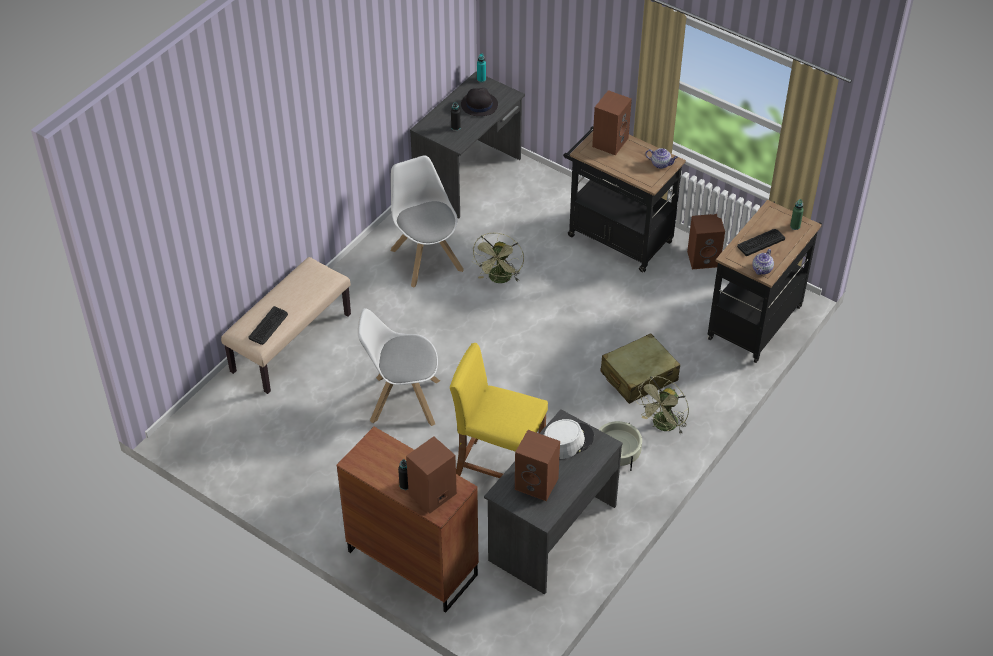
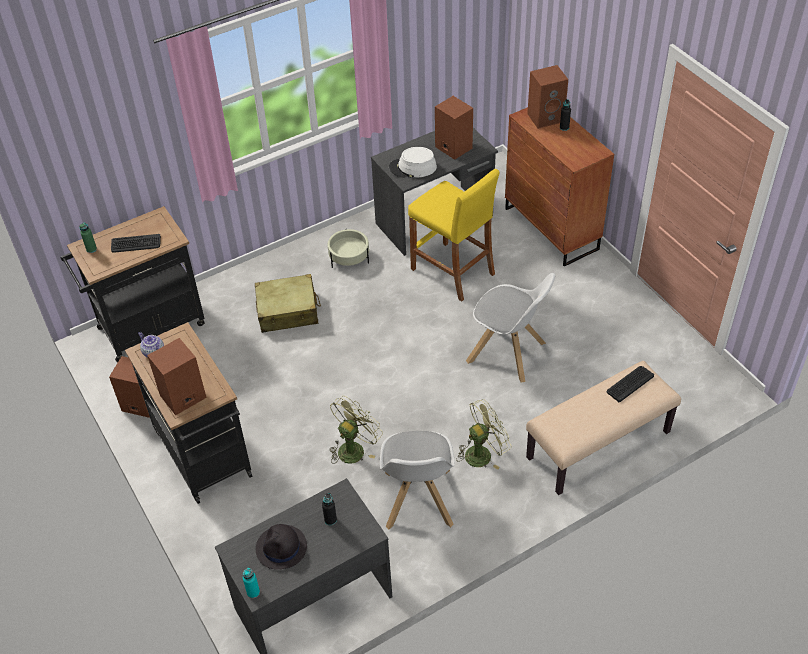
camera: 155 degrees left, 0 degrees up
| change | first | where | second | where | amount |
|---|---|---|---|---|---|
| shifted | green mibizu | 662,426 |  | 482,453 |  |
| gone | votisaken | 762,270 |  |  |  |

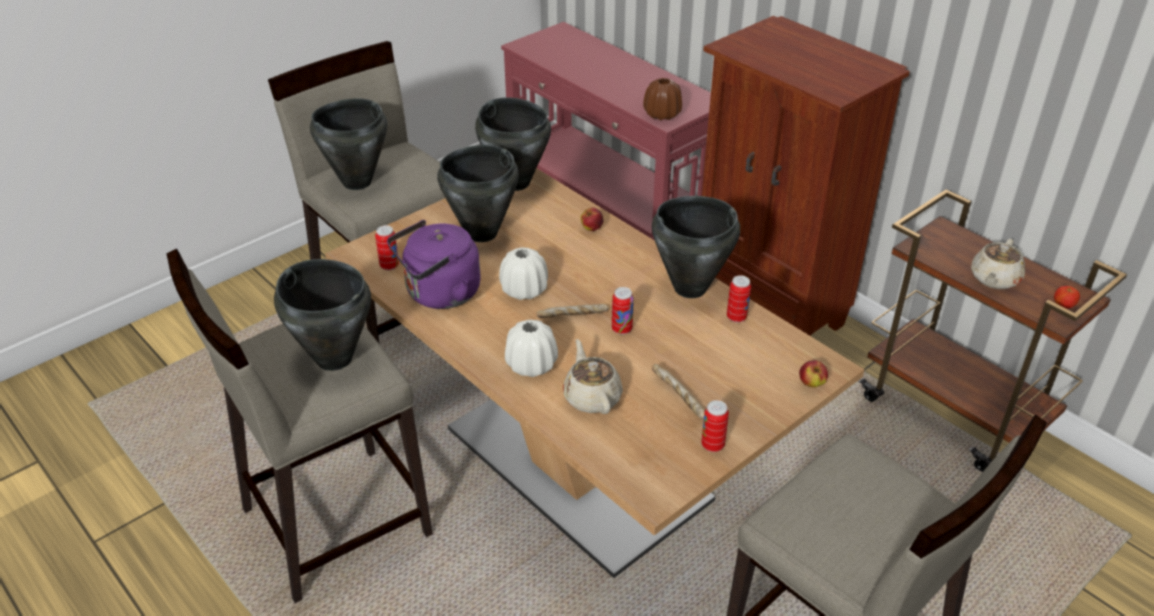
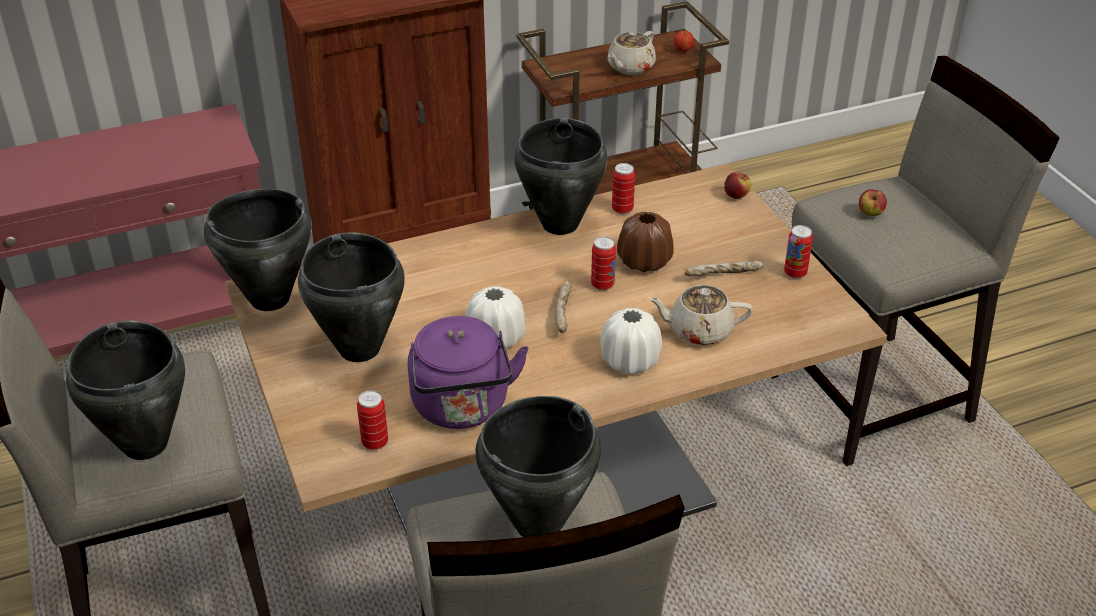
camera: 70 degrees left, 0 degrees up
| change | first | where | second | where | amount |
|---|---|---|---|---|---|
| rotated | beige votisaken | 994,279 |  | 630,67 | 75 degrees clockwise |
| shifted | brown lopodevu | 662,114 |  | 644,261 |  |
| shifted | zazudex | 591,228 |  | 870,213 |  |

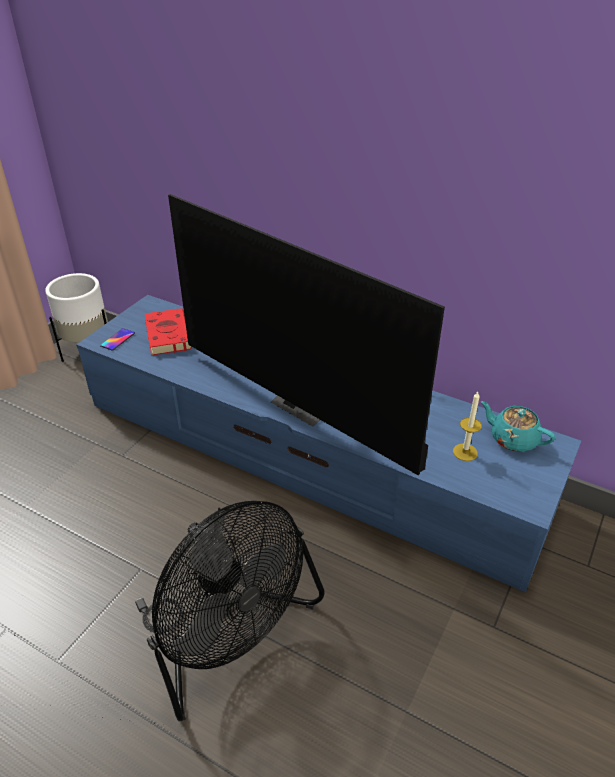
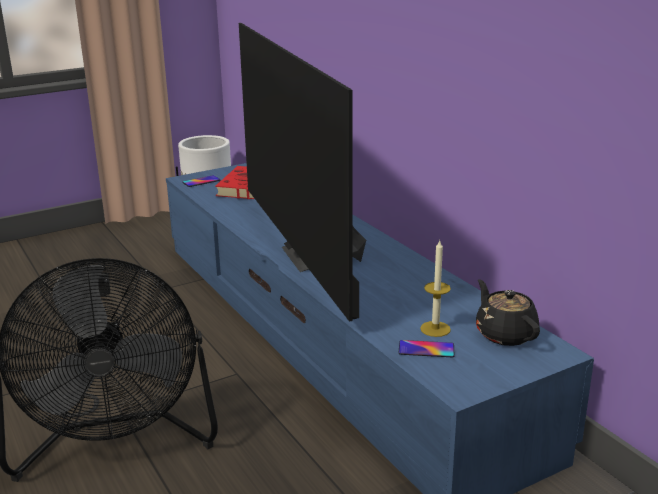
camera: 30 degrees right, 15 degrees down
| change | first | where | second | where | amount |
|---|---|---|---|---|---|
| new |  |  | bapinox | 426,349 |  |
| repainted | turquoise votisaken | 512,439 | black votisaken | 505,334 |  |

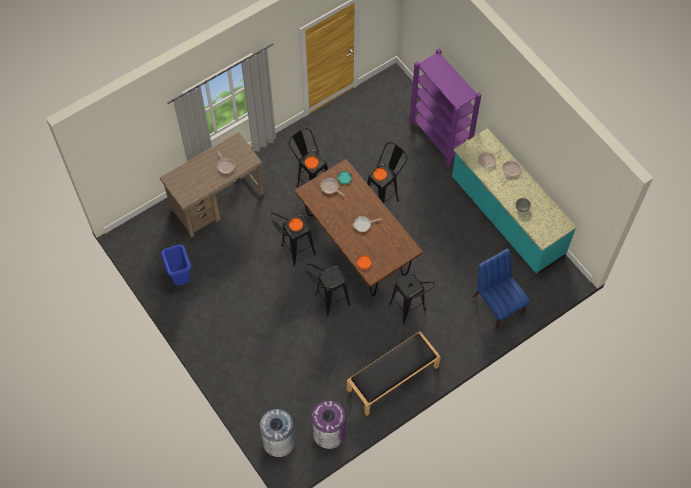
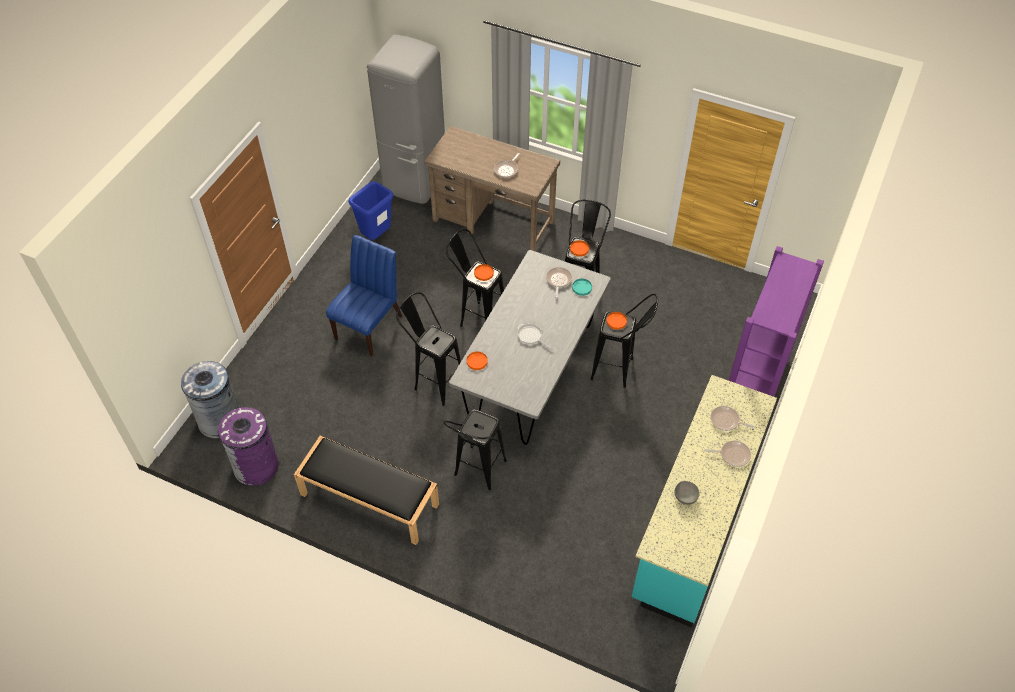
camera: 60 degrees right, 10 degrees down
| change | first | where | second | where | amount |
|---|---|---|---|---|---|
| shifted | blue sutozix | 498,305 |  | 369,328 |  |
| new |  |  | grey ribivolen | 414,183 |  |
| repainted | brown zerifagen | 358,245 | grey zerifagen | 532,375 |  |

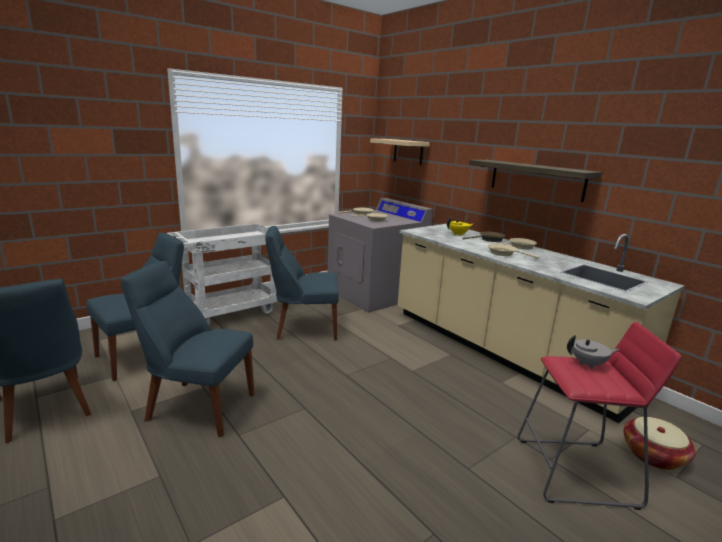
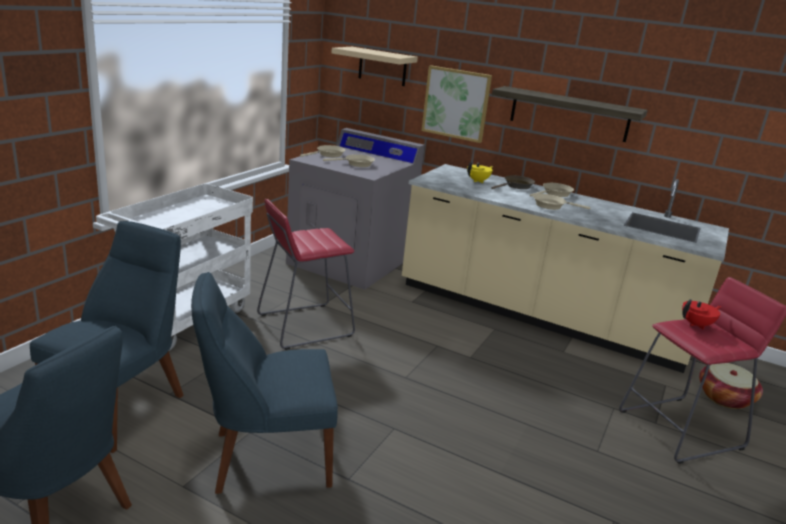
camera: 25 degrees left, 5 degrees up
| change | first | where | second | where | amount |
|---|---|---|---|---|---|
| swapped | blue sutozix | 303,329 | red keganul | 304,325 |  |
| new |  |  | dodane | 456,103 |  |
| repainted | grey votisaken | 588,364 | red votisaken | 697,325 |  |

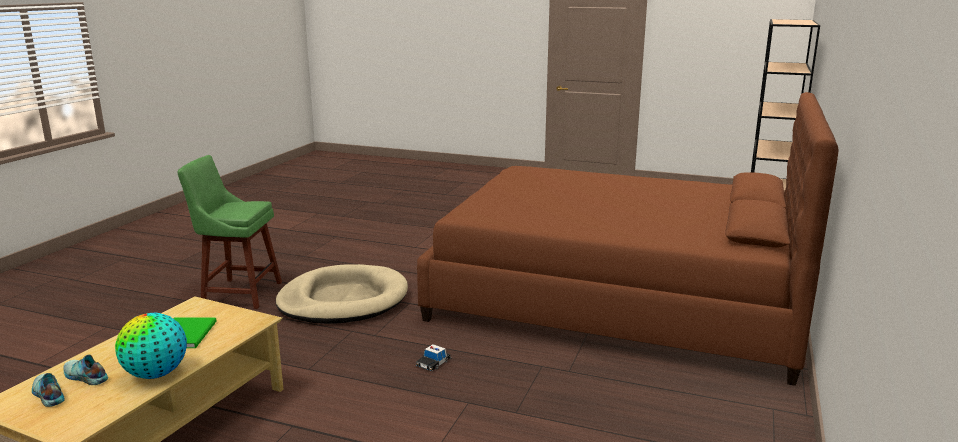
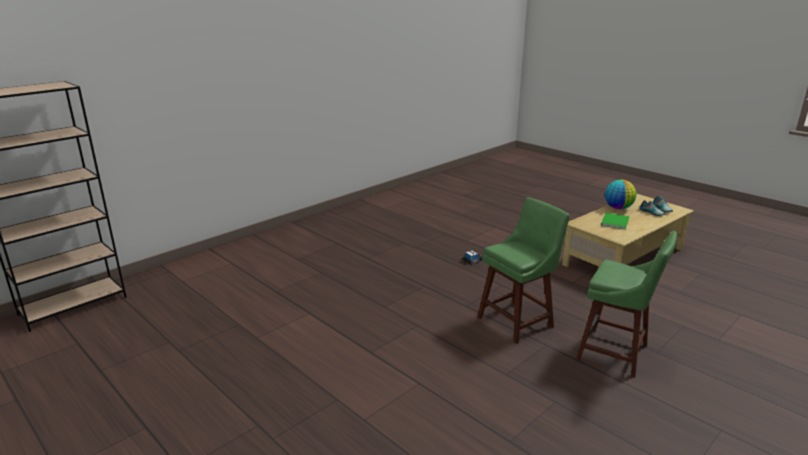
camera: 155 degrees left, 5 degrees up
| change | first | where | second | where | amount |
|---|---|---|---|---|---|
| swapped | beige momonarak | 343,300 | green sutozix | 518,321 |  |
| gone | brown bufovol | 617,298 |  |  |  |

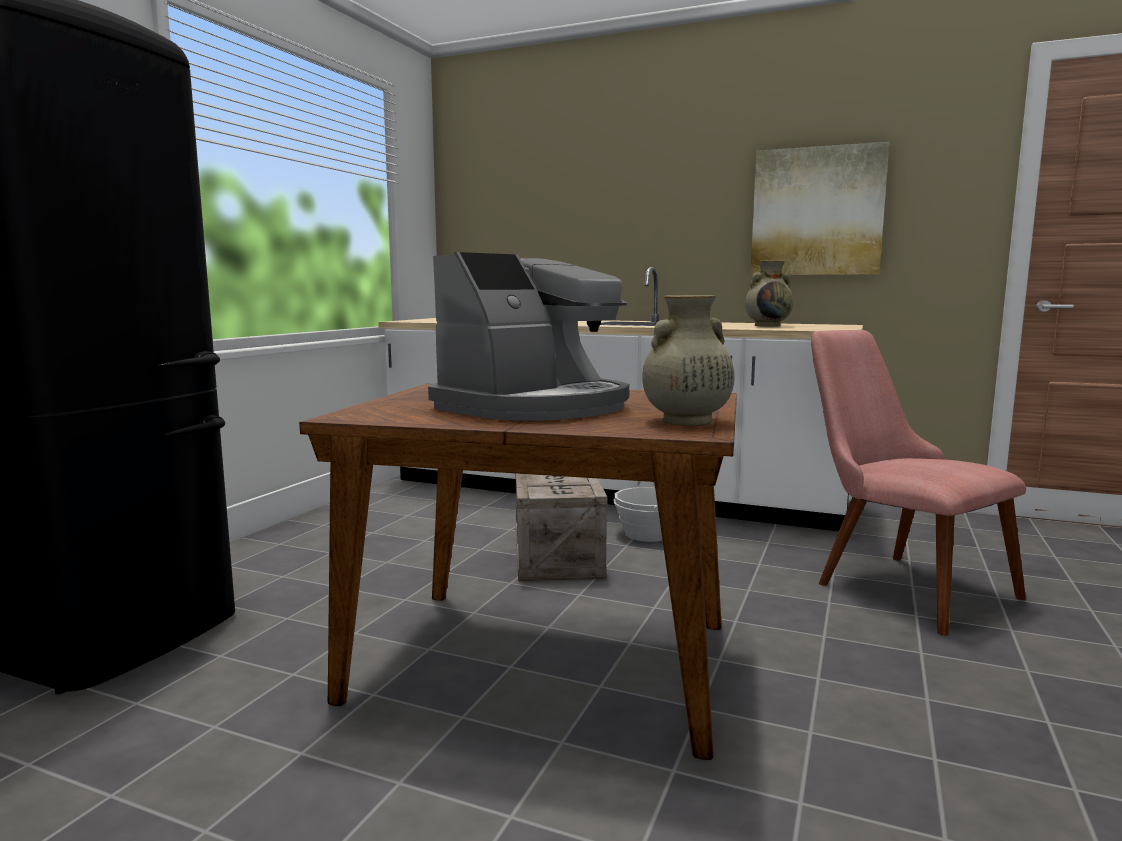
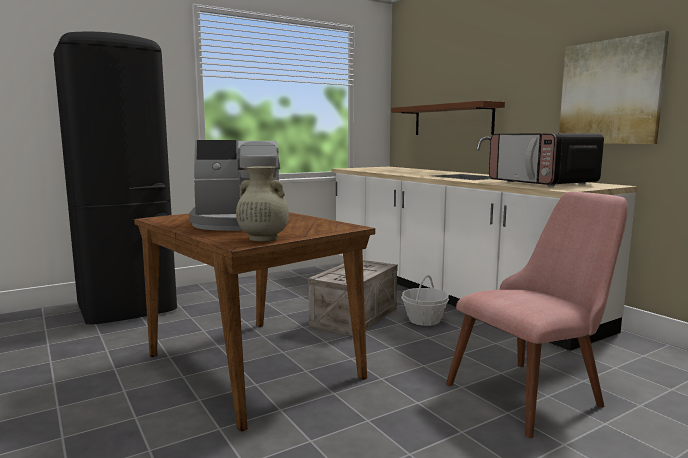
camera: 35 degrees right, 0 degrees up
| change | first | where | second | where | amount |
|---|---|---|---|---|---|
| new |  |  | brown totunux | 452,120 |  |
| rotated | pink sutozix | 895,583 |  | 536,390 | 60 degrees clockwise |
| swapped | beige lopodevu | 768,325 | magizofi | 542,183 |  |

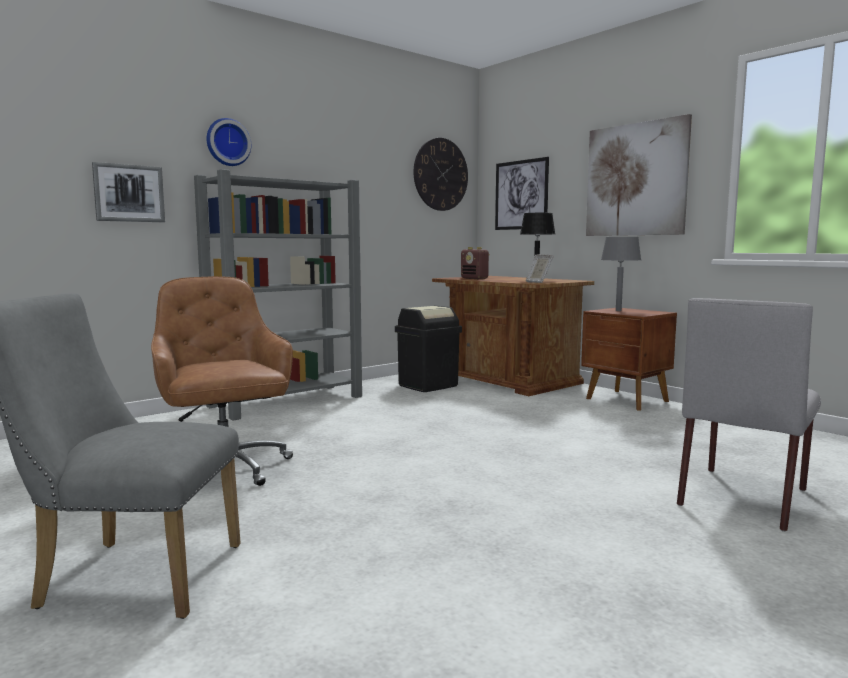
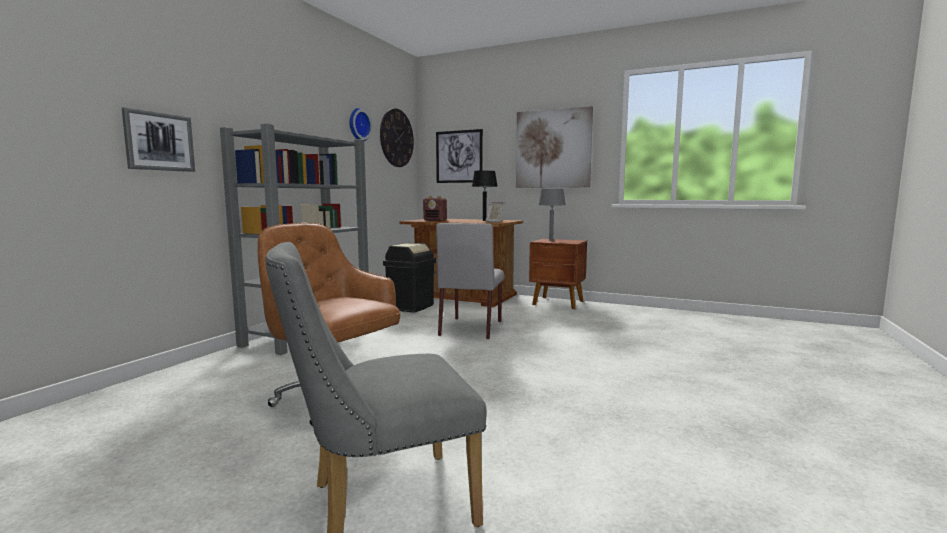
camera: 25 degrees left, 0 degrees up
| change | first | where | second | where | amount |
|---|---|---|---|---|---|
| shifted | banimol | 227,142 |  | 358,125 |  |
| shifted | grey sutozix | 743,496 |  | 471,328 |  |

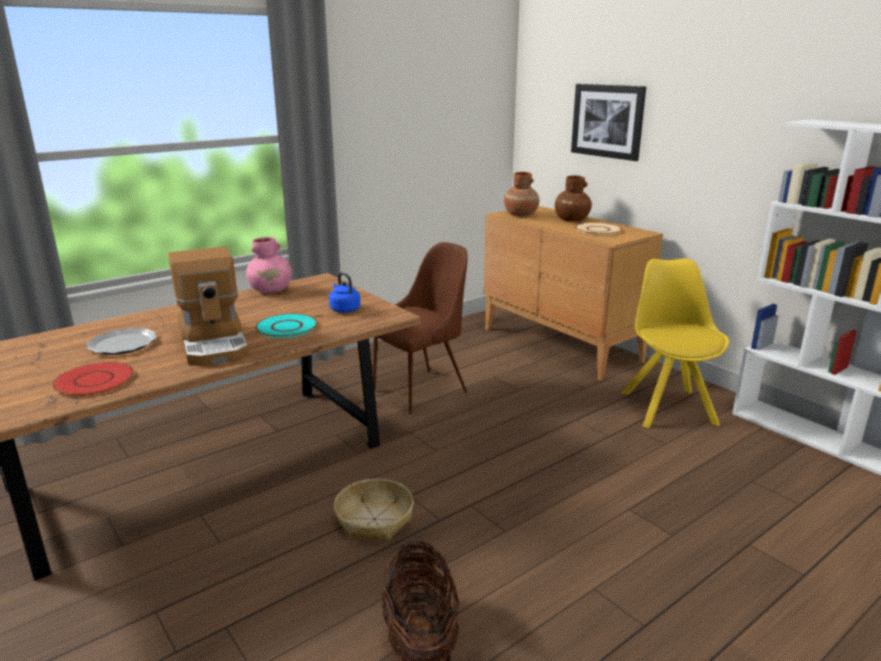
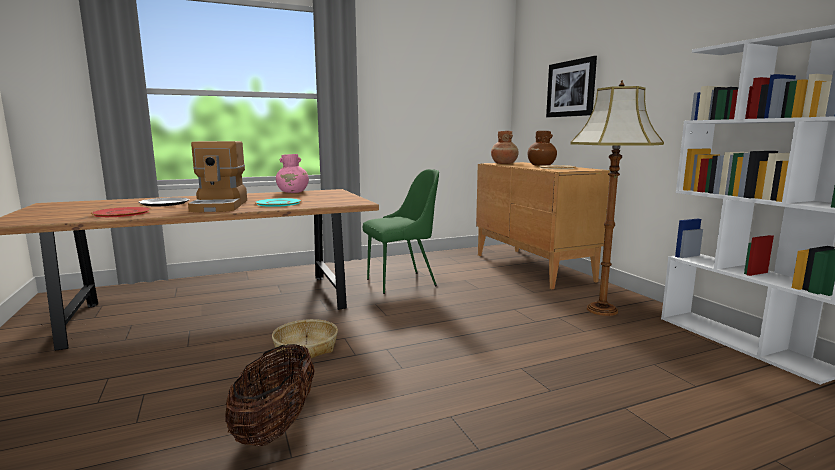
camera: 15 degrees right, 10 degrees down
| change | first | where | second | where | amount |
|---|---|---|---|---|---|
| repainted | brown sutozix | 420,390 | green sutozix | 401,282 |  |
| swapped | yellow sutozix | 668,407 | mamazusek | 601,309 |  |
| gone | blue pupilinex | 344,309 |  |  |  |

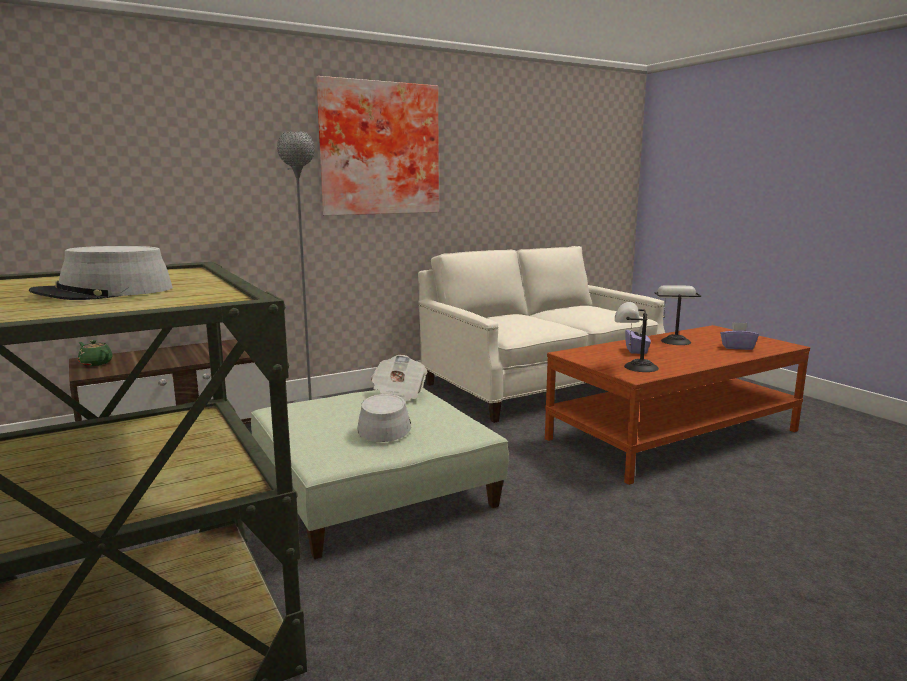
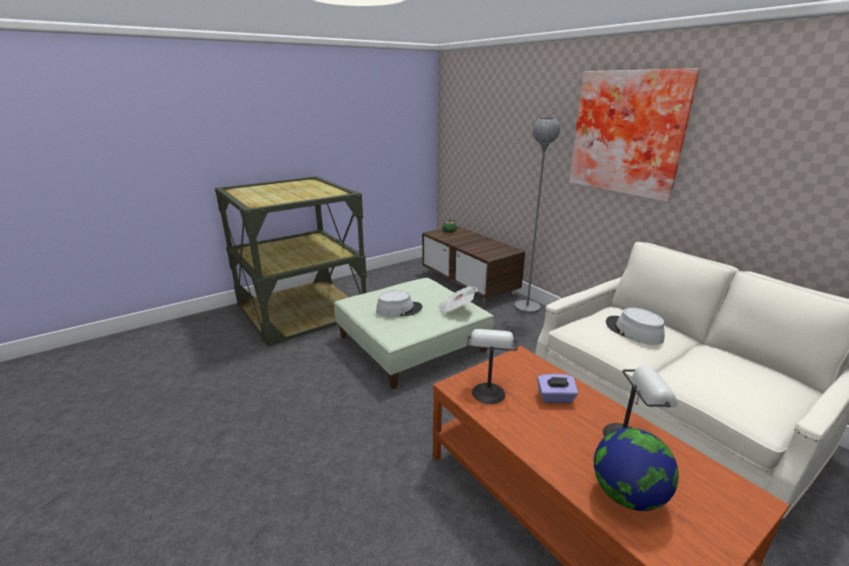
camera: 85 degrees right, 10 degrees up
| change | first | where | second | where | amount |
|---|---|---|---|---|---|
| swapped | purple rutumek | 737,347 | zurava | 627,495 |  |
| shifted | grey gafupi | 105,292 |  | 633,331 |  |

